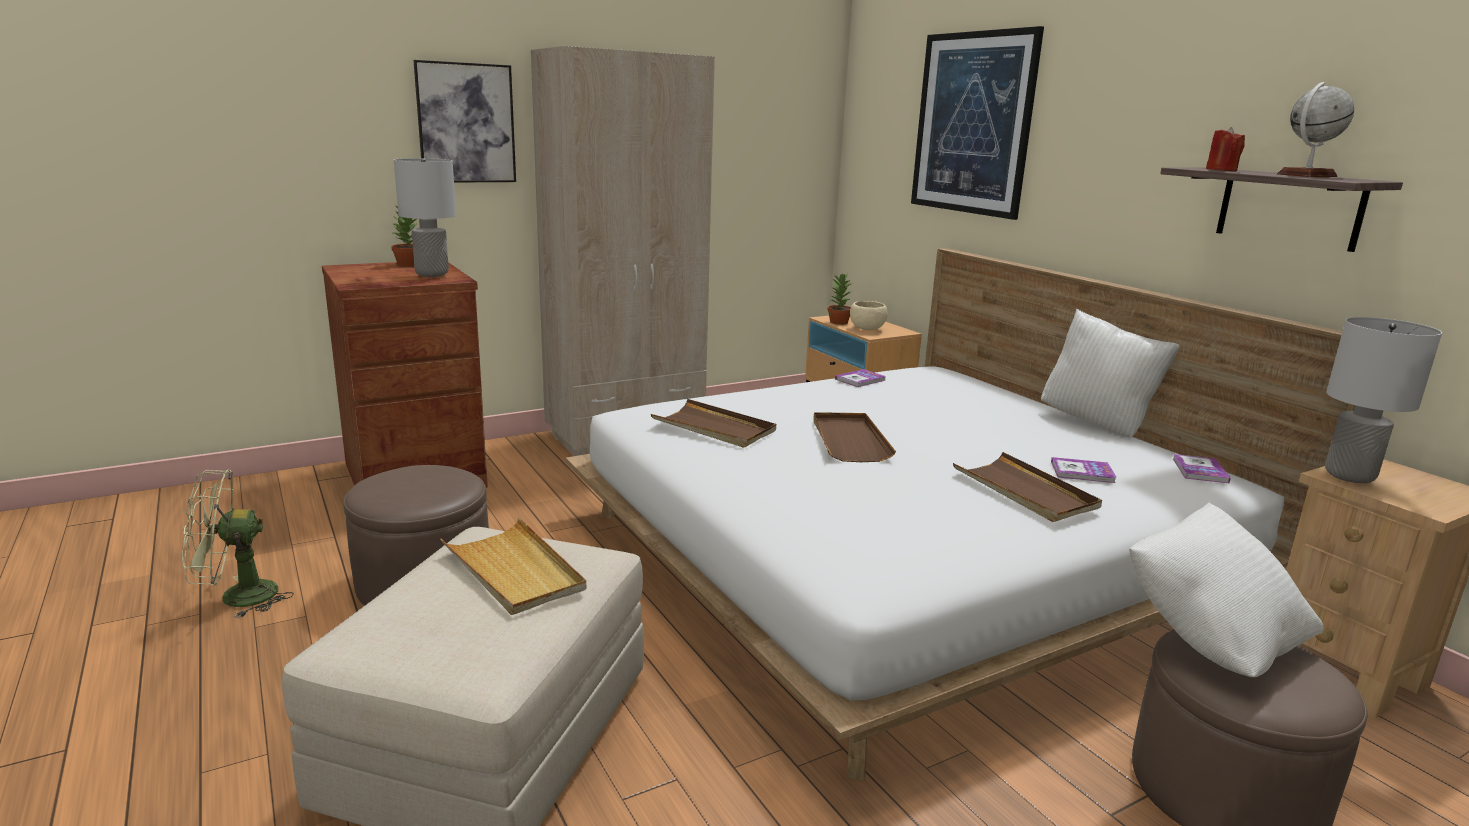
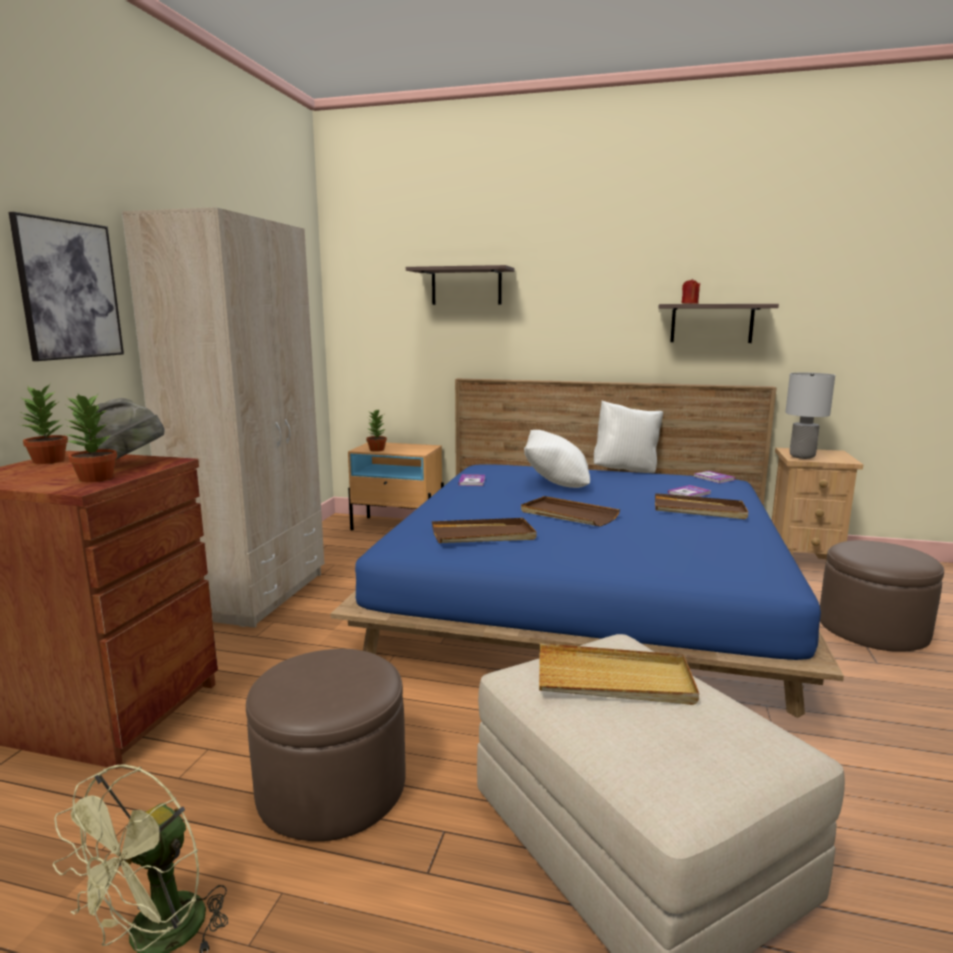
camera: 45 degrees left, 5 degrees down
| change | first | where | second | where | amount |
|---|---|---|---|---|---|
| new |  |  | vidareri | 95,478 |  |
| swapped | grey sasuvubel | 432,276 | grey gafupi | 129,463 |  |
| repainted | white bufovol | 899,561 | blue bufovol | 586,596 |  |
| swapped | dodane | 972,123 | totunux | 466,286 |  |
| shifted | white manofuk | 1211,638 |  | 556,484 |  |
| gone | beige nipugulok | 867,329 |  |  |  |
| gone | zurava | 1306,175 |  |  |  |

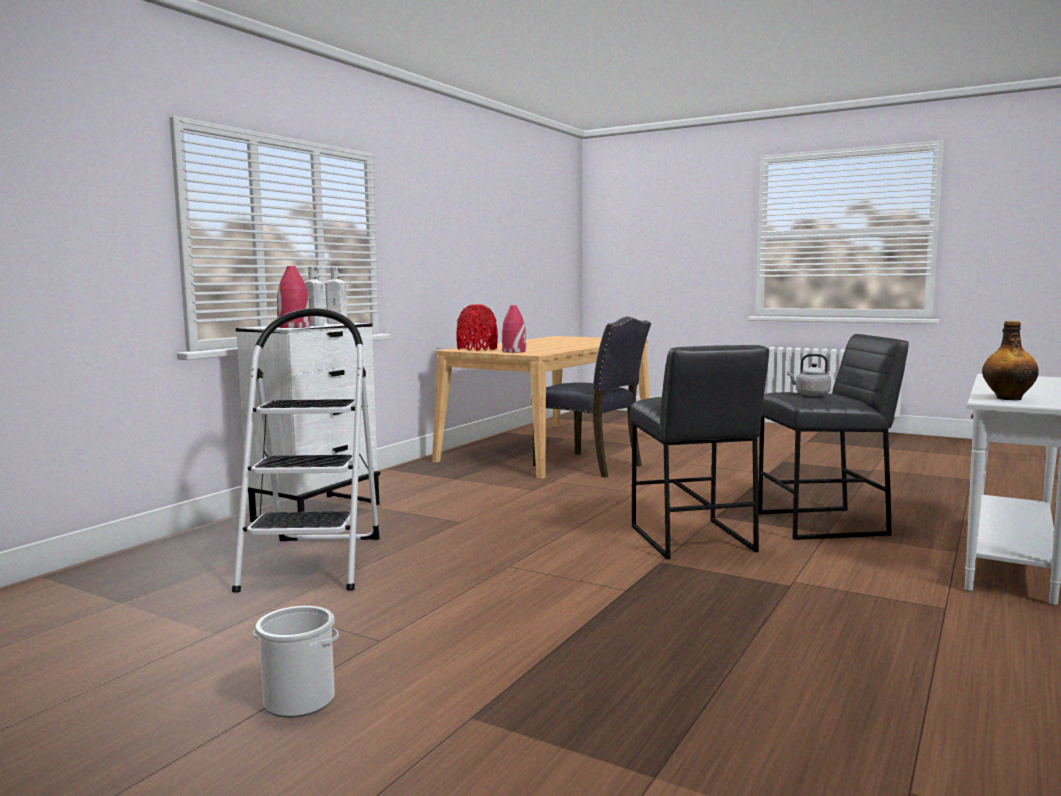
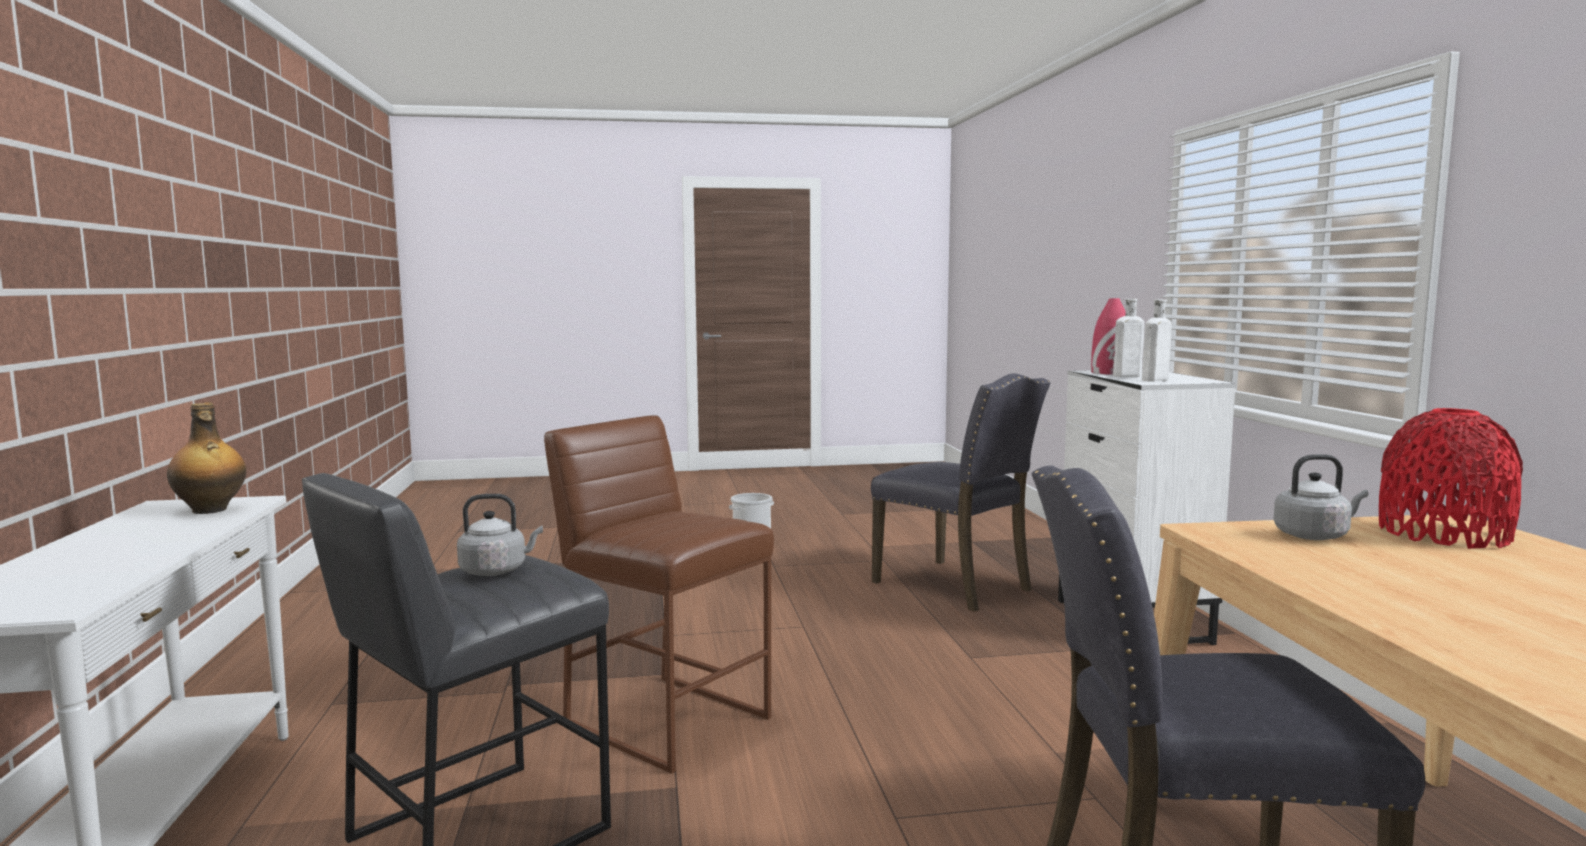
camera: 140 degrees right, 0 degrees up
| change | first | where | second | where | amount |
|---|---|---|---|---|---|
| repainted | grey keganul | 692,539 | brown keganul | 665,719 |  |
| swapped | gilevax | 316,562 | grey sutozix | 956,586 |  |
| swapped | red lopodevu | 513,351 | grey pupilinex | 1314,536 |  |

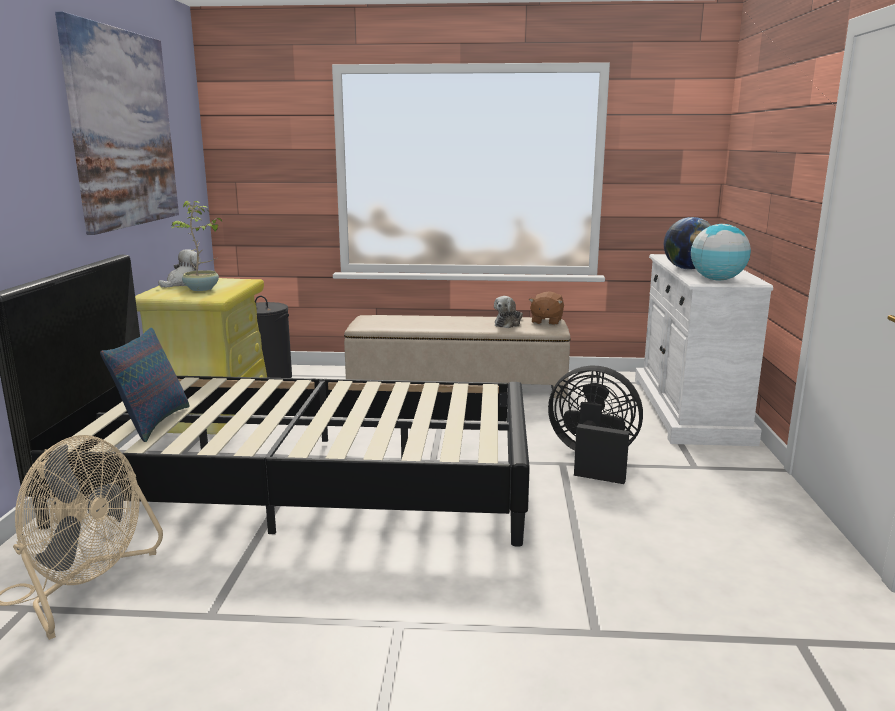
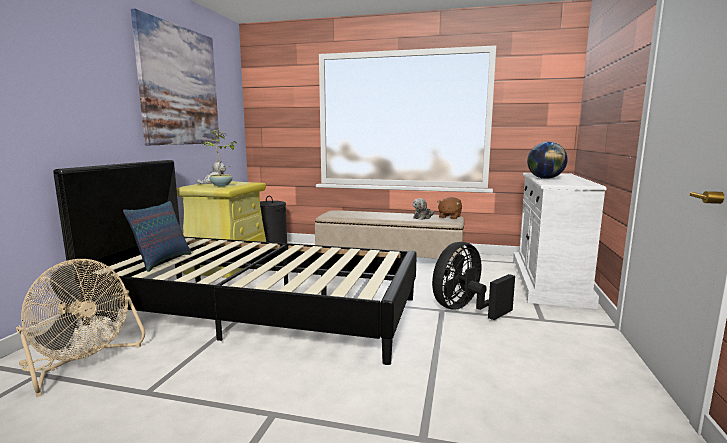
camera: 10 degrees right, 5 degrees down
| change | first | where | second | where | amount |
|---|---|---|---|---|---|
| rotated | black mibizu | 592,460 |  | 465,309 | 75 degrees counterclockwise |
| gone | zurava | 717,280 |  |  |  |

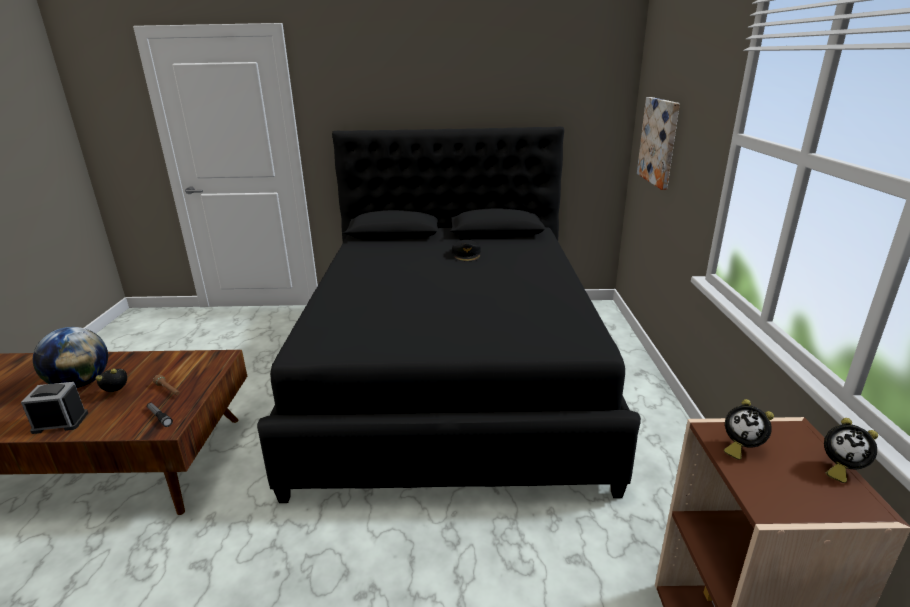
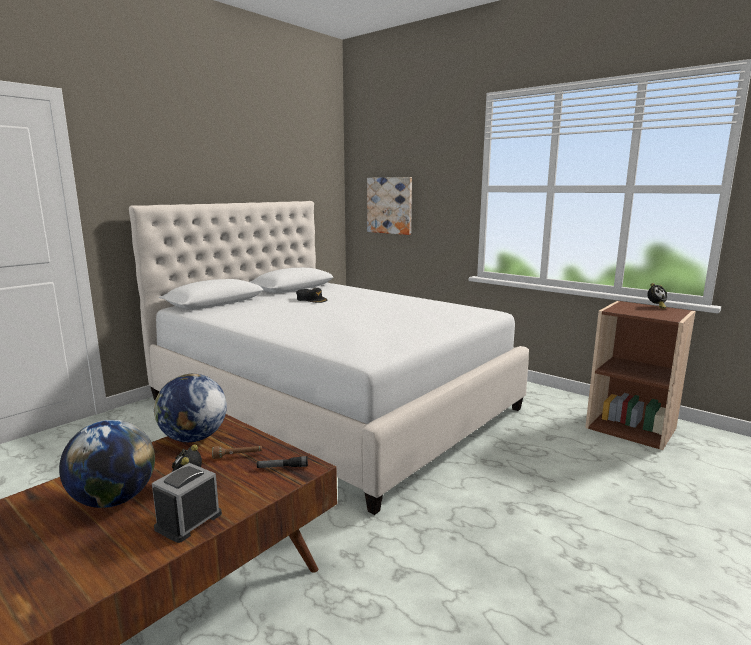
camera: 50 degrees left, 10 degrees down
| change | first | where | second | where | amount |
|---|---|---|---|---|---|
| repainted | black bufovol | 451,375 | white bufovol | 333,404 |  |
| new |  |  | zurava | 193,438 |  |
| gone | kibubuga | 740,447 |  |  |  |

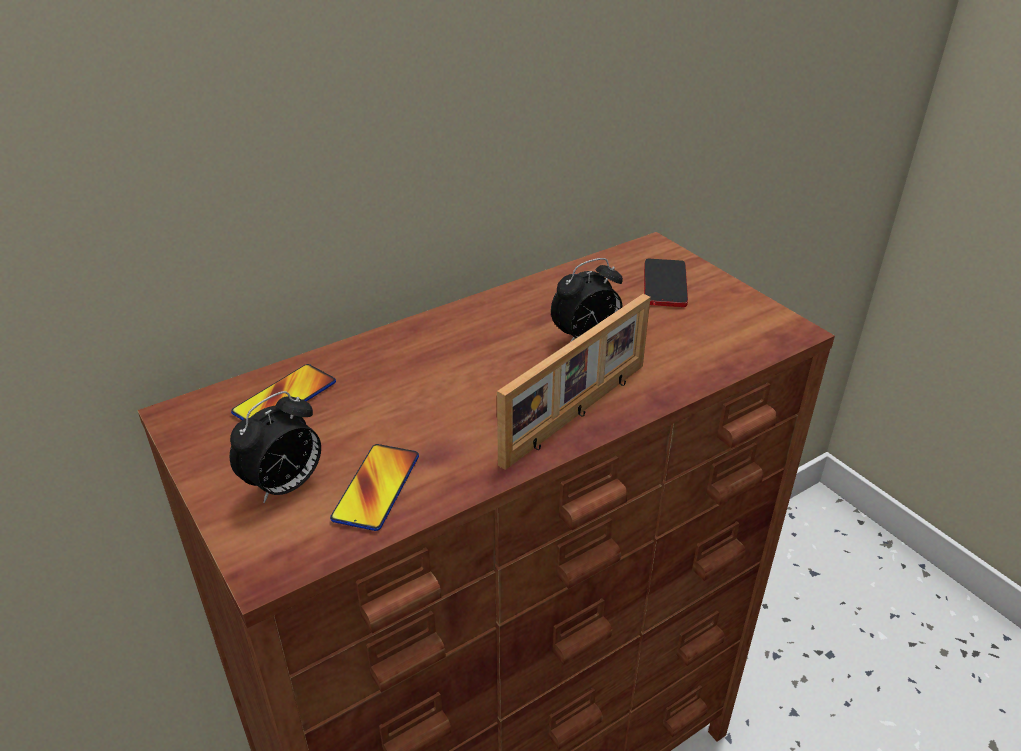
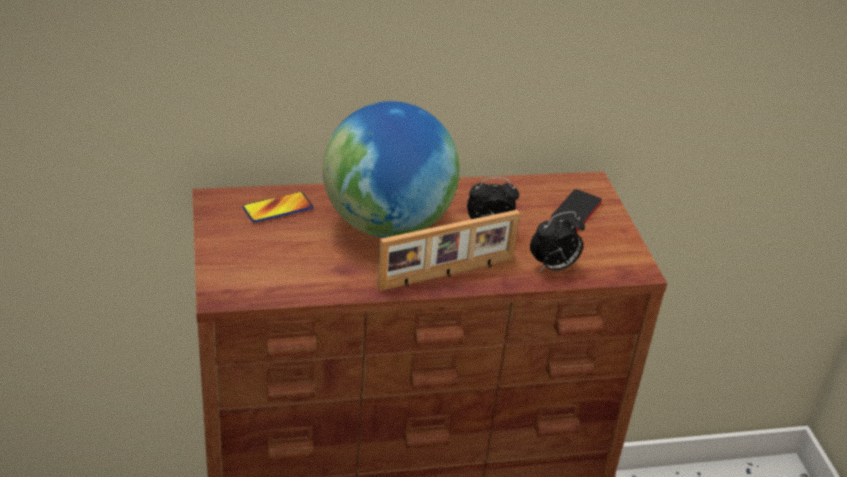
camera: 20 degrees right, 0 degrees up
| change | first | where | second | where | amount |
|---|---|---|---|---|---|
| new |  |  | zurava | 388,225 |  |
| shifted | kibubuga | 285,486 |  | 553,267 |  |
| gone | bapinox | 376,488 |  |  |  |

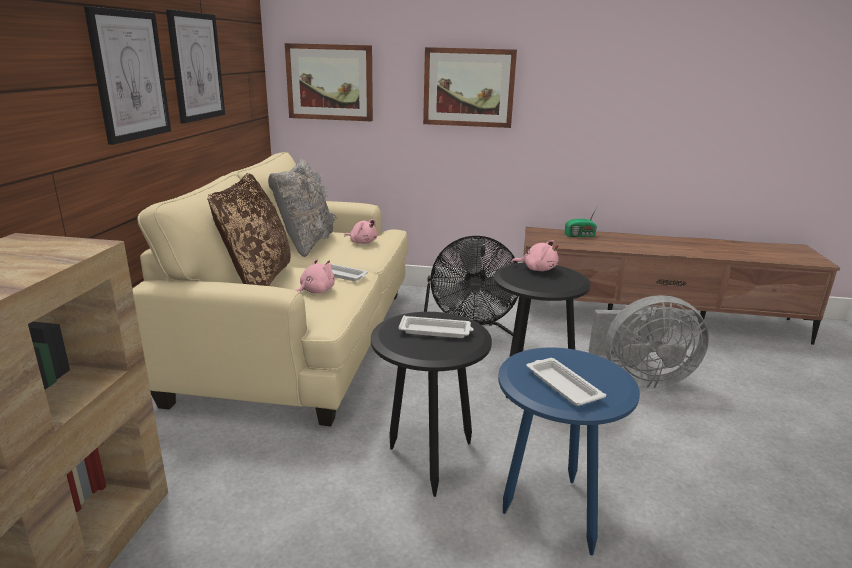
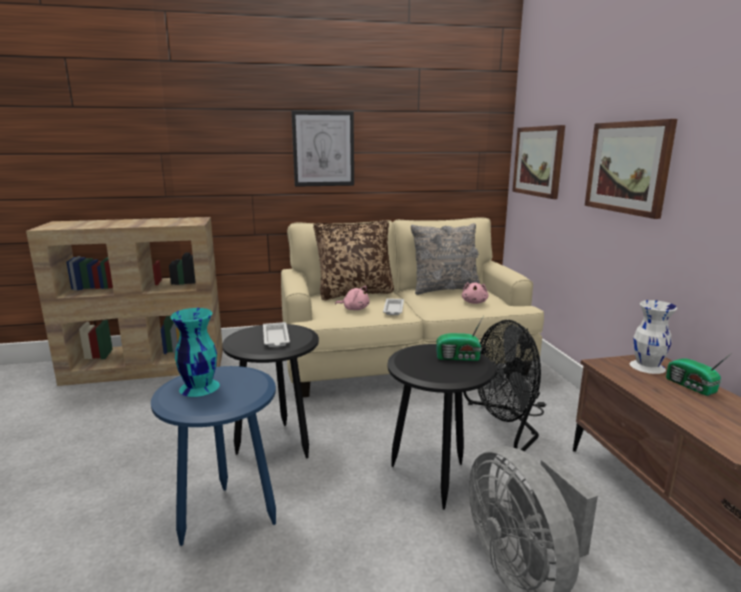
camera: 70 degrees right, 5 degrees down
| change | first | where | second | where | amount |
|---|---|---|---|---|---|
| swapped | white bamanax | 562,385 | turquoise lopodevu | 199,387 |  |
| swapped | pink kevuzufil | 537,269 | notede | 459,358 |  |
| new |  |  | white lopodevu | 647,367 |  |
| gone | dodane | 196,67 |  |  |  |

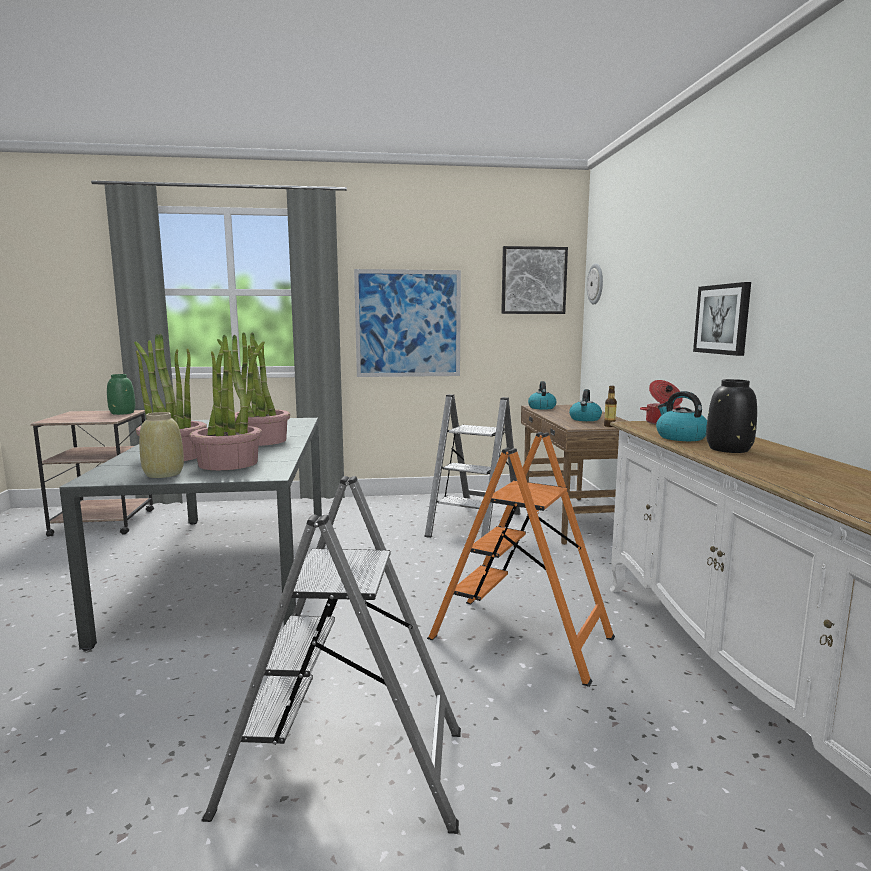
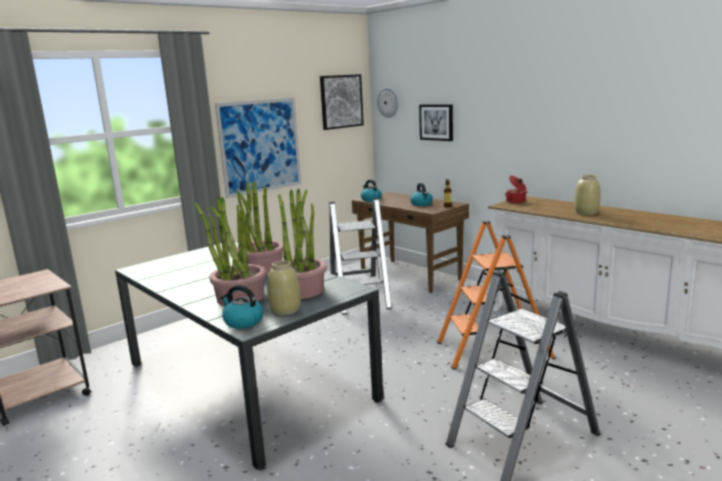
camera: 35 degrees left, 5 degrees up
| change | first | where | second | where | amount |
|---|---|---|---|---|---|
| shifted | pupilinex | 680,437 |  | 243,321 |  |
| shifted | dodane | 723,319 |  | 436,122 |  |
| repainted | black lopodevu | 728,449 | beige lopodevu | 586,212 |  |
| gone | green lopodevu | 123,413 |  |  |  |

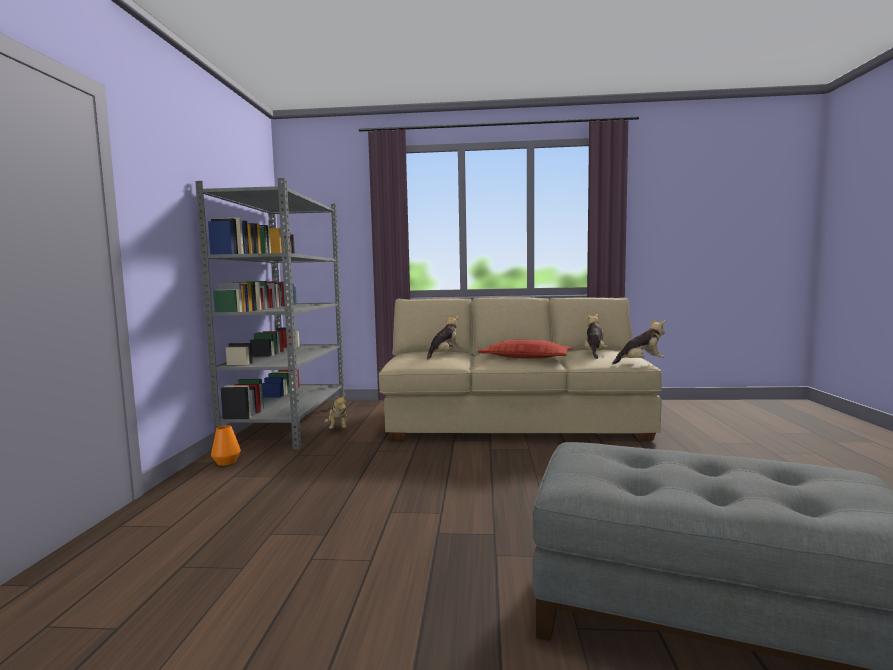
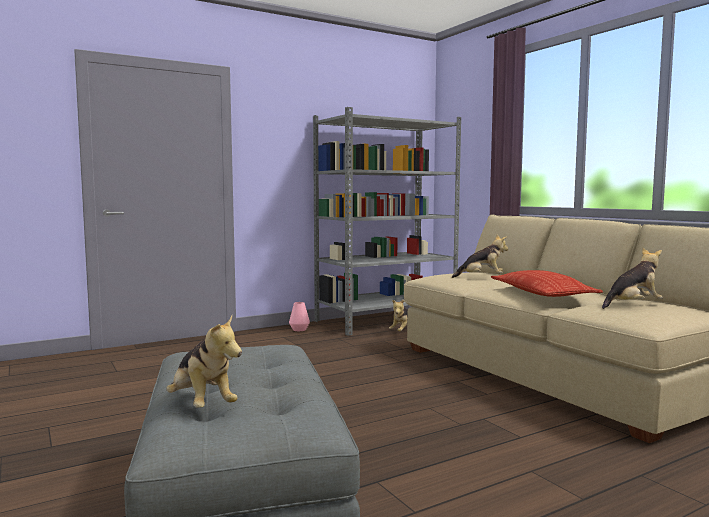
camera: 55 degrees right, 0 degrees up
| change | first | where | second | where | amount |
|---|---|---|---|---|---|
| shifted | kevuzufil | 641,363 |  | 201,405 |  |
| repainted | orange lopodevu | 226,462 | pink lopodevu | 299,329 |  |

